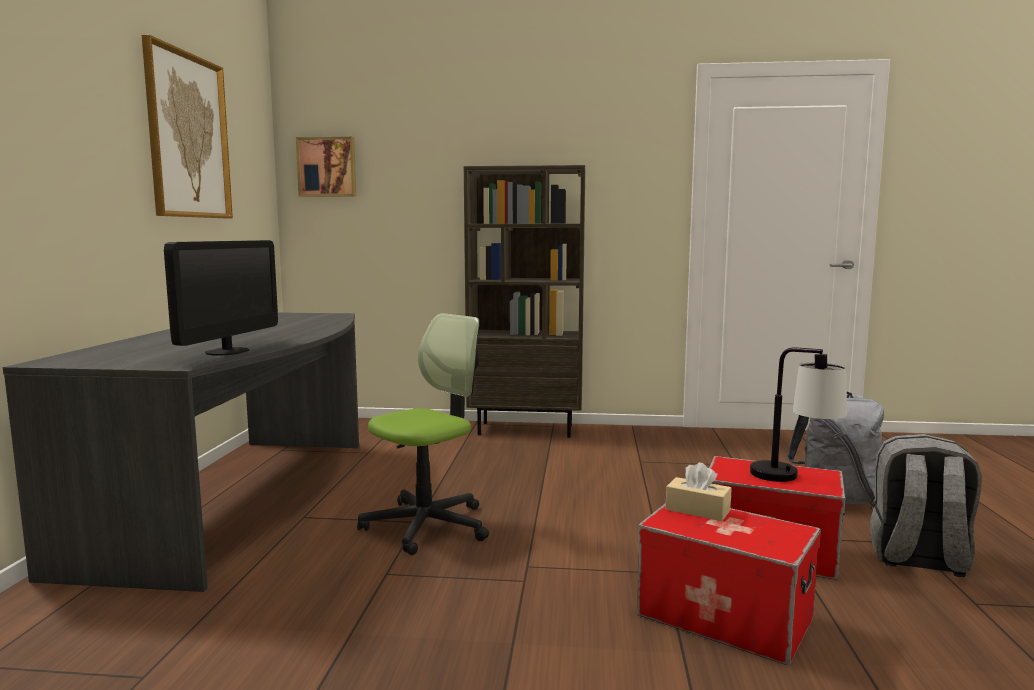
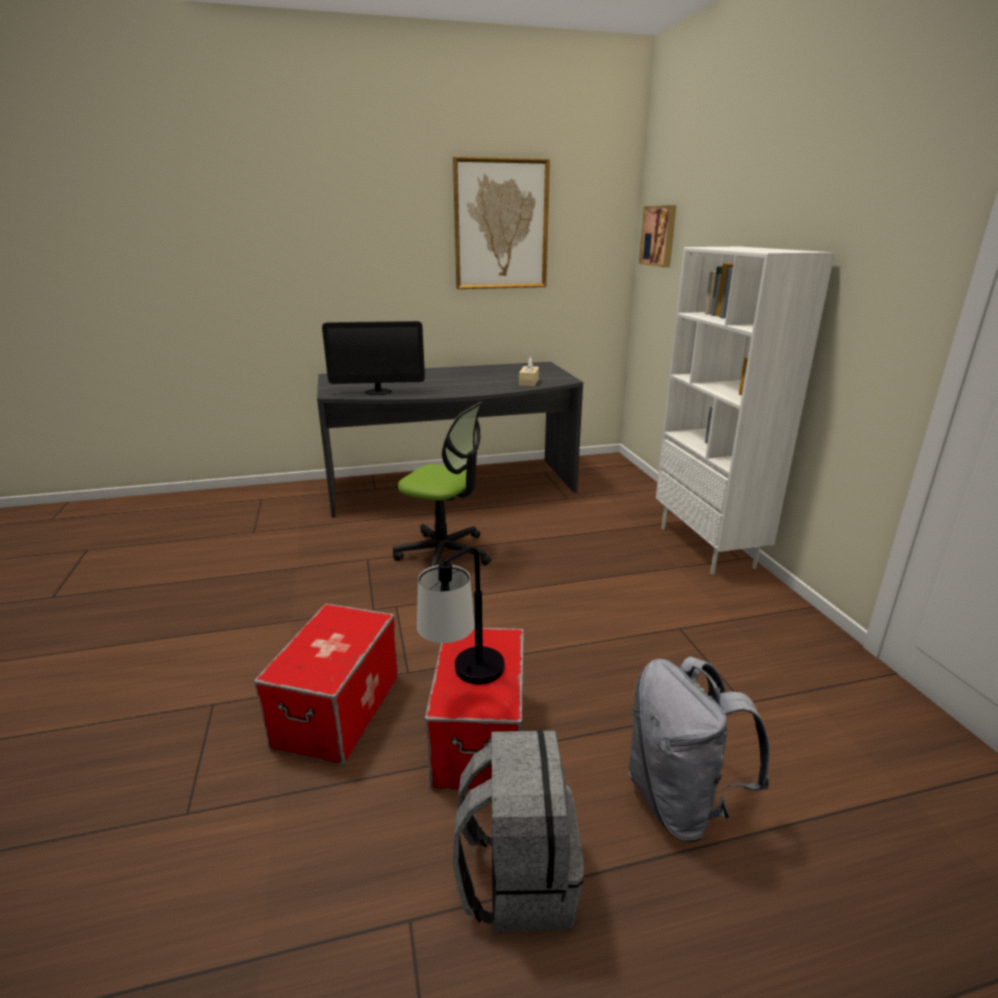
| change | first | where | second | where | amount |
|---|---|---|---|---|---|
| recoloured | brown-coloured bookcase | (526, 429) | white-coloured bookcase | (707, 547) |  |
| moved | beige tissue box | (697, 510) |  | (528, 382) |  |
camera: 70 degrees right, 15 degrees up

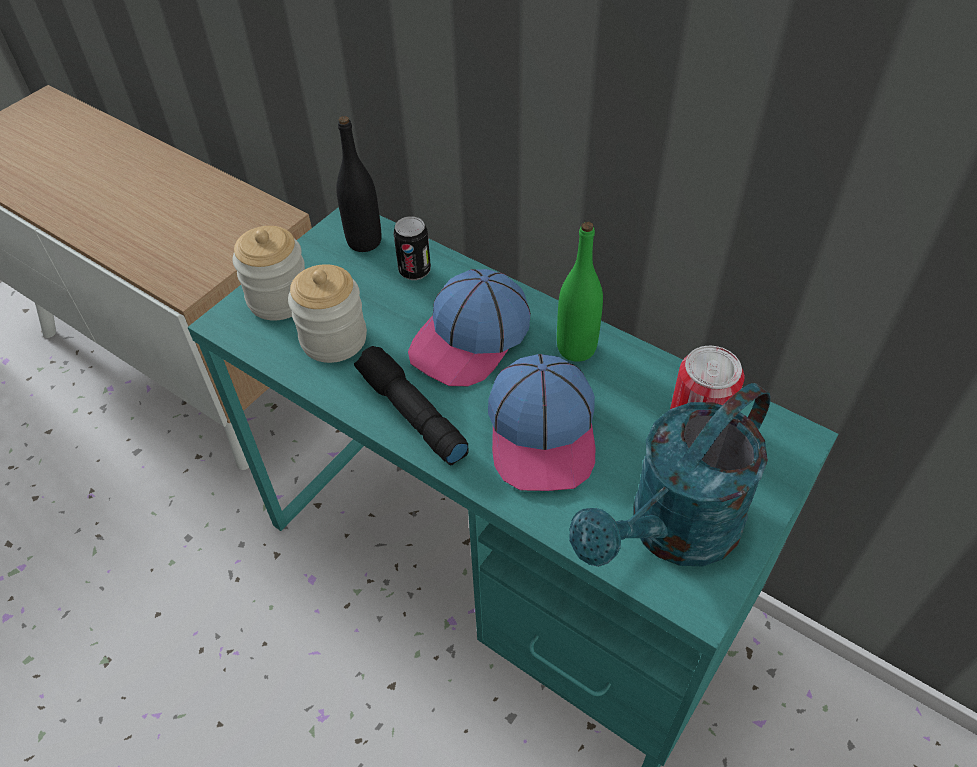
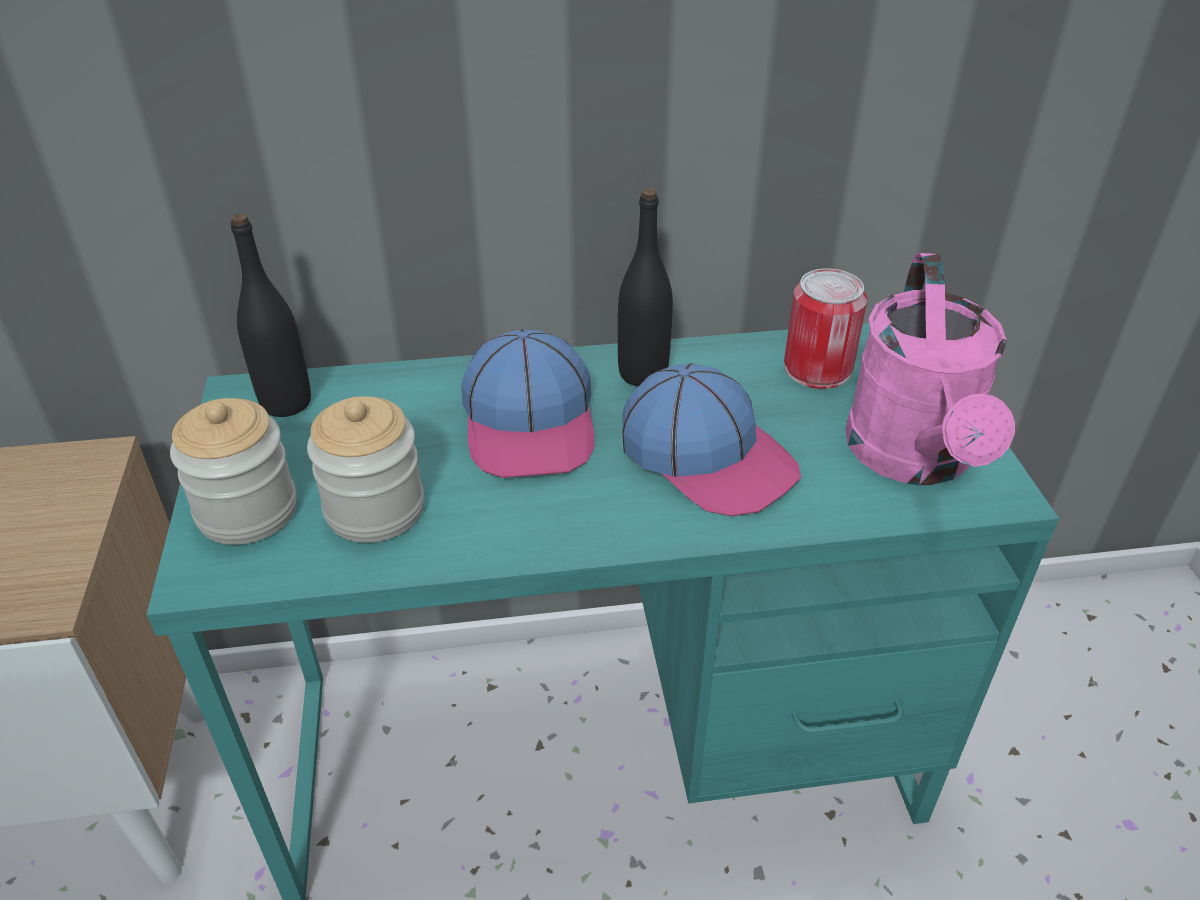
| change | first | where | second | where | amount |
|---|---|---|---|---|---|
| removed | metal can | (414, 271) |  |  |  |
| recoloured | greenish drink bottle | (576, 348) | black-coloured drink bottle | (643, 374) |  |
| removed | black-coloured torch | (410, 413) |  |  |  |
| recoloured | turquoise watering pot | (672, 532) | pinkish watering pot | (914, 460) |  |
camera: 45 degrees left, 10 degrees down

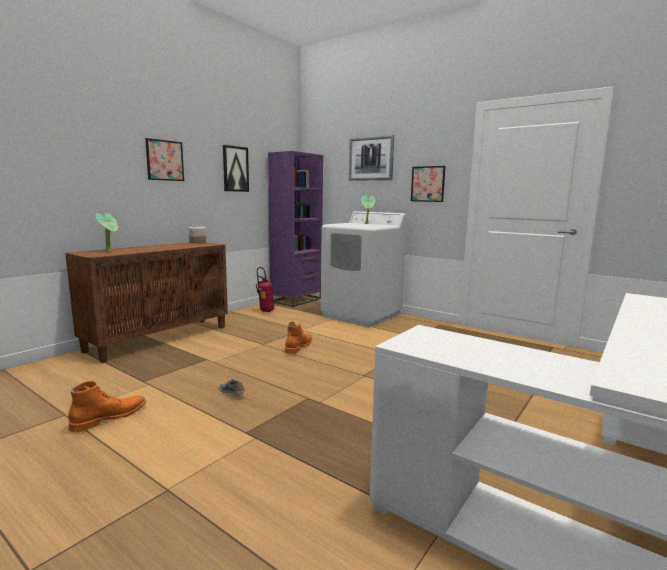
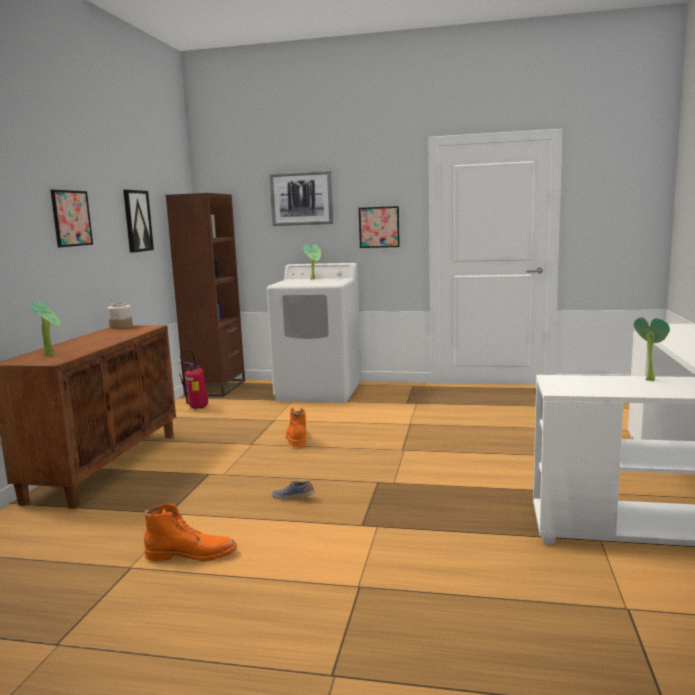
| change | first | where | second | where | amount |
|---|---|---|---|---|---|
| recoloured | purplish bookcase | (296, 300) | brown-coloured bookcase | (216, 388) |  |
| turned | orange boot | (109, 417) |  | (192, 554) | 75 degrees clockwise |
| added |  |  | houseplant | (648, 379) |  |
camera: 25 degrees left, 0 degrees up

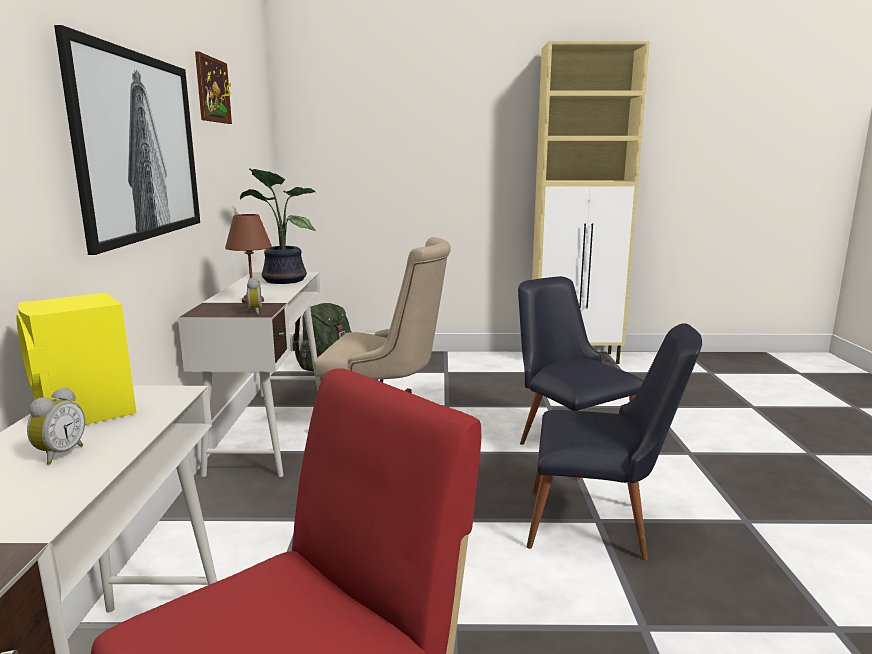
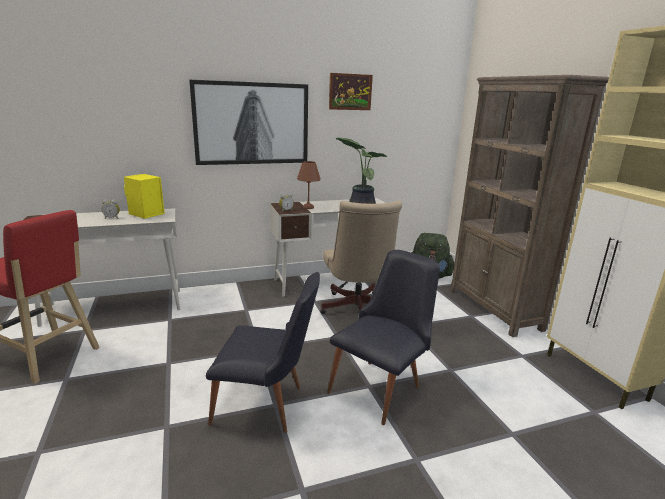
| change | first | where | second | where | amount |
|---|---|---|---|---|---|
| turned | black-coloured chair | (600, 527) |  | (267, 406) | 75 degrees counterclockwise |
| added |  |  | brown-coloured bookcase | (494, 309) |  |
camera: 70 degrees right, 5 degrees up

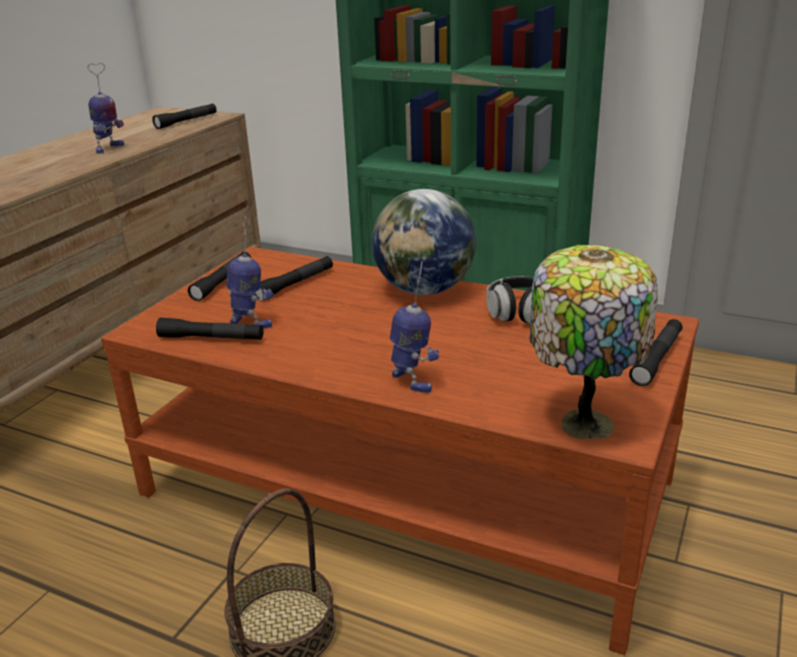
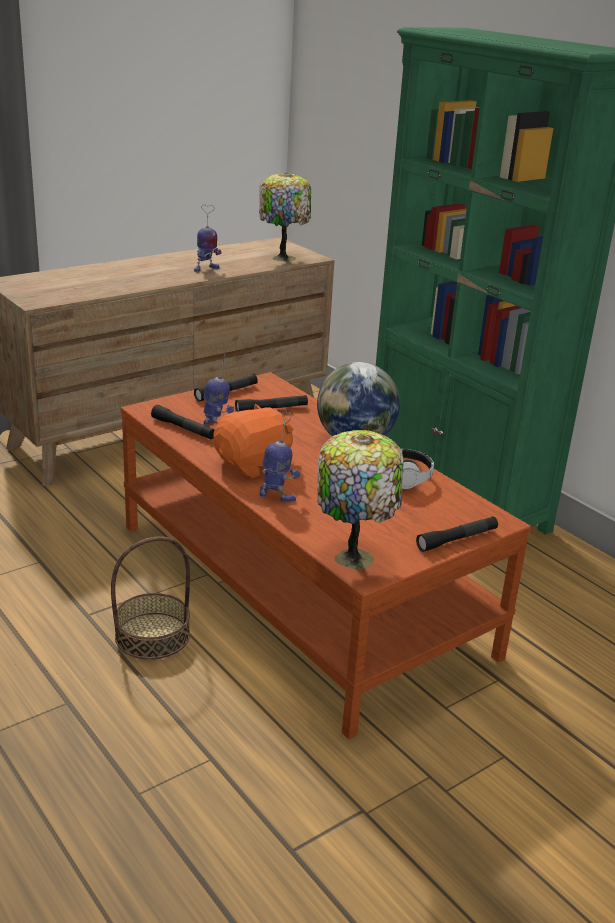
| change | first | where | second | where | amount |
|---|---|---|---|---|---|
| replaced | black-coloured torch | (186, 121) | tabletop lamp | (283, 257) |  |
| turned | model robot | (412, 381) |  | (277, 496) | 60 degrees counterclockwise |
| added |  |  | orange soft toy | (254, 464) |  |
camera: 25 degrees right, 0 degrees up

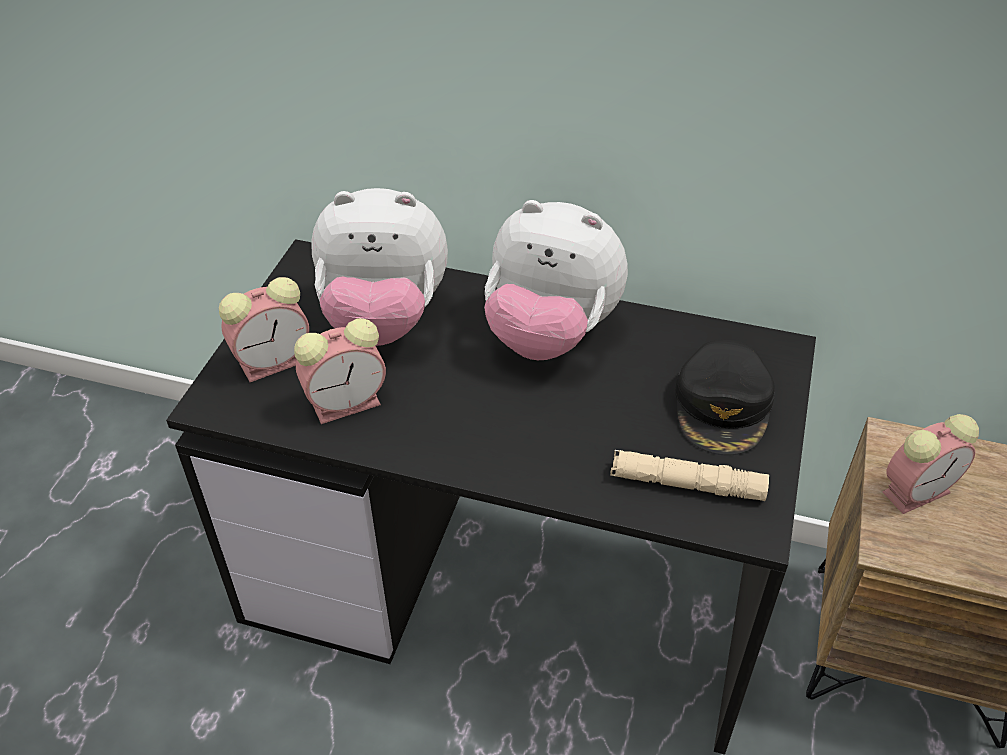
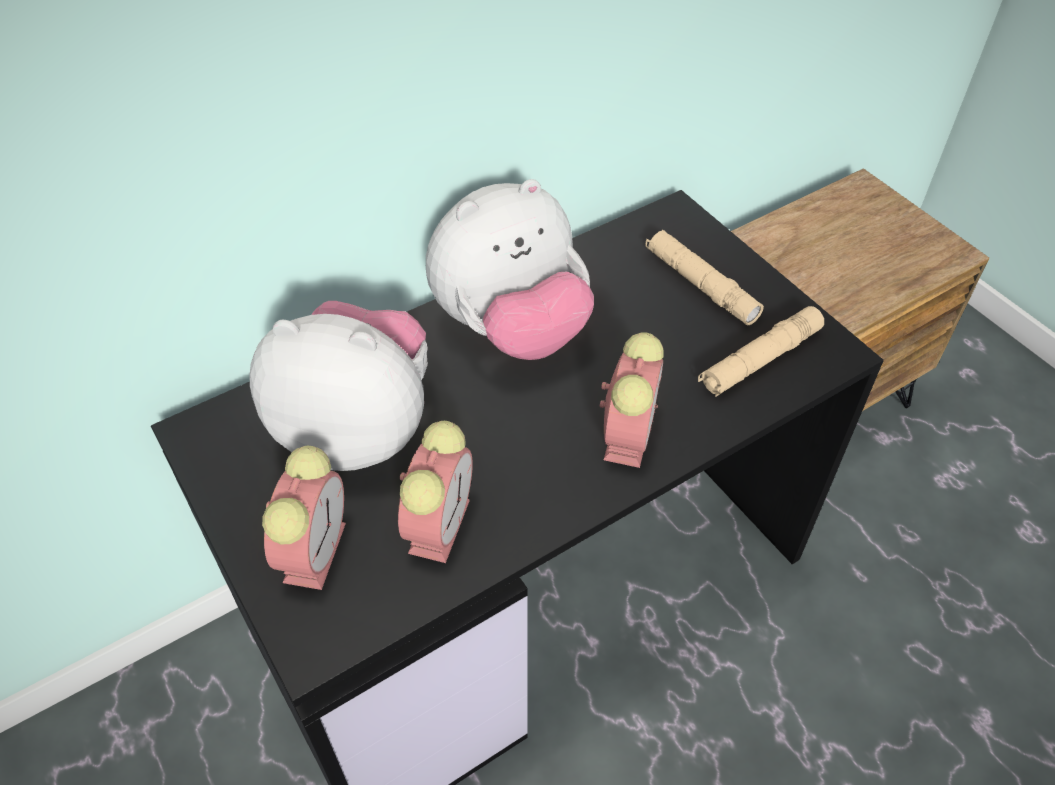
| change | first | where | second | where | amount |
|---|---|---|---|---|---|
| turned | soft toy | (384, 320) |  | (358, 428) | 120 degrees counterclockwise |
| replaced | black-coloured peaked cap | (723, 406) | beige torch | (700, 285) |  |
| moved | alarm clock | (917, 490) |  | (628, 433) |  |
camera: 50 degrees left, 5 degrees up

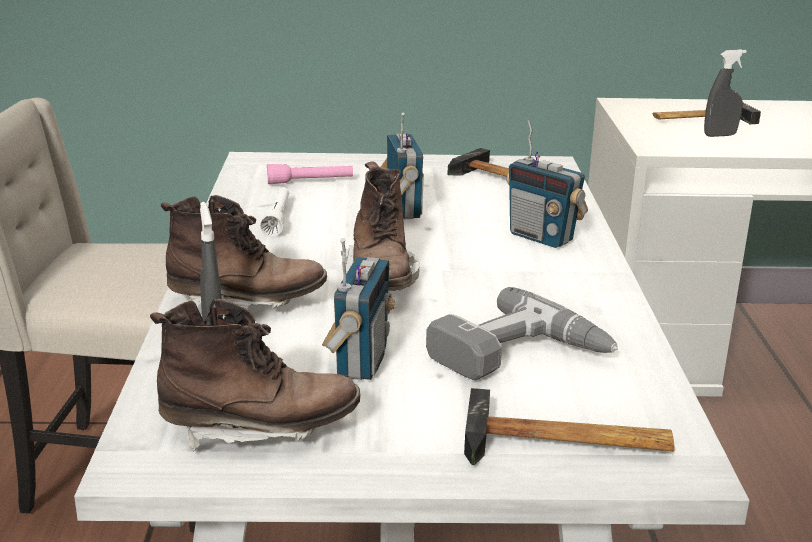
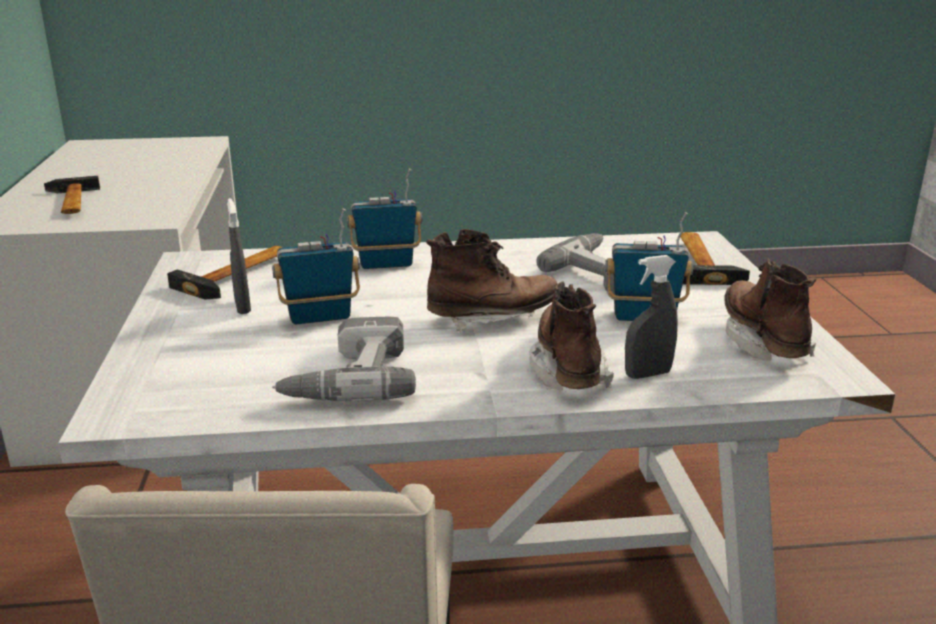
| change | first | where | second | where | amount |
|---|---|---|---|---|---|
| moved | greyish sprayer | (720, 135) |  | (242, 307) |  |
| turned | radio set | (541, 237) |  | (386, 264) | 135 degrees counterclockwise |
| removed | pinkish torch | (310, 182) |  |  |  |
| replaced | white-coloured torch | (278, 219) | drill | (347, 376) |  |
camera: 95 degrees left, 0 degrees up

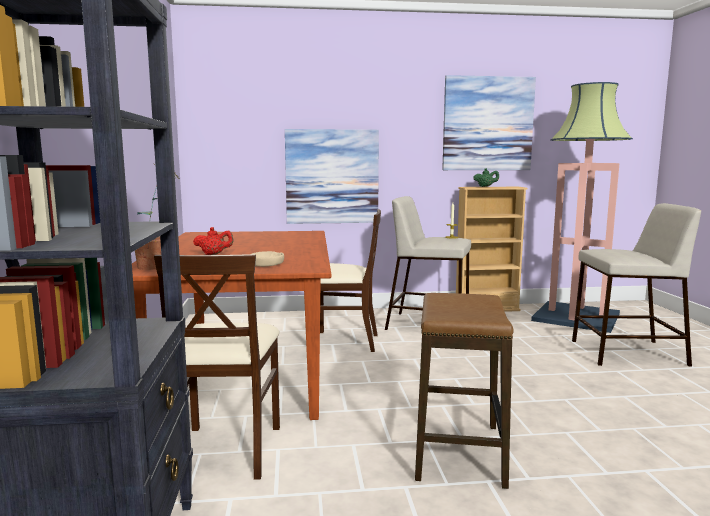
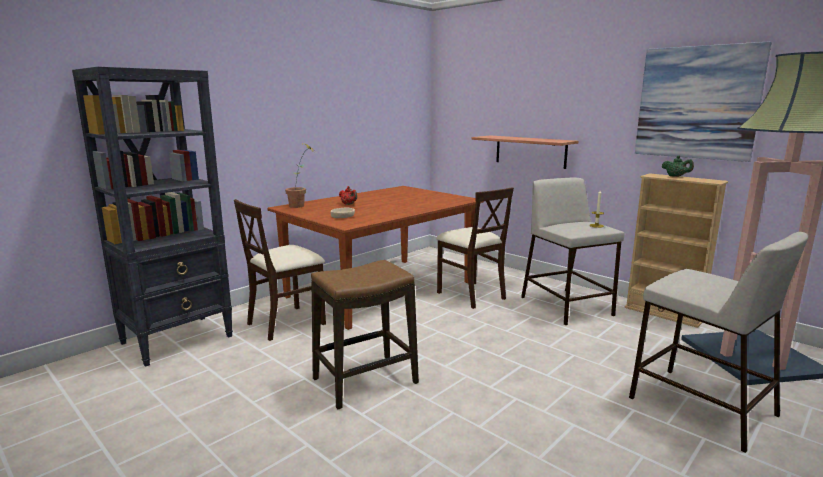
| change | first | where | second | where | amount |
|---|---|---|---|---|---|
| replaced | picture | (332, 176) | shelf | (530, 151) |  |
camera: 50 degrees right, 5 degrees up

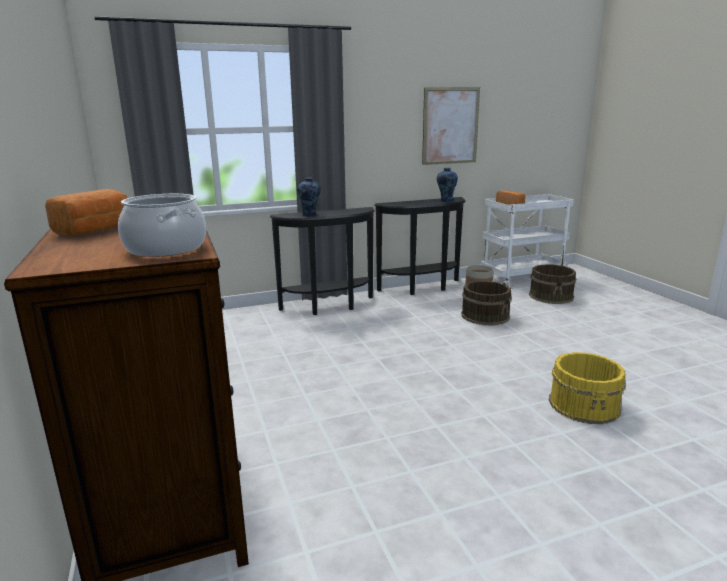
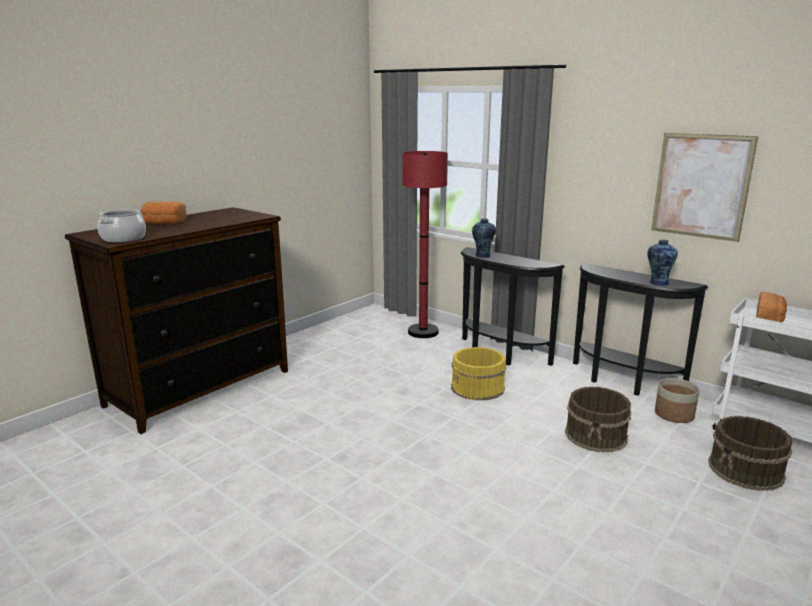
| change | first | where | second | where | amount |
|---|---|---|---|---|---|
| moved | yellow-coloured bucket | (584, 405) |  | (478, 388) |  |
| added |  |  | red standing lamp | (423, 332) |  |
camera: 60 degrees right, 0 degrees up

